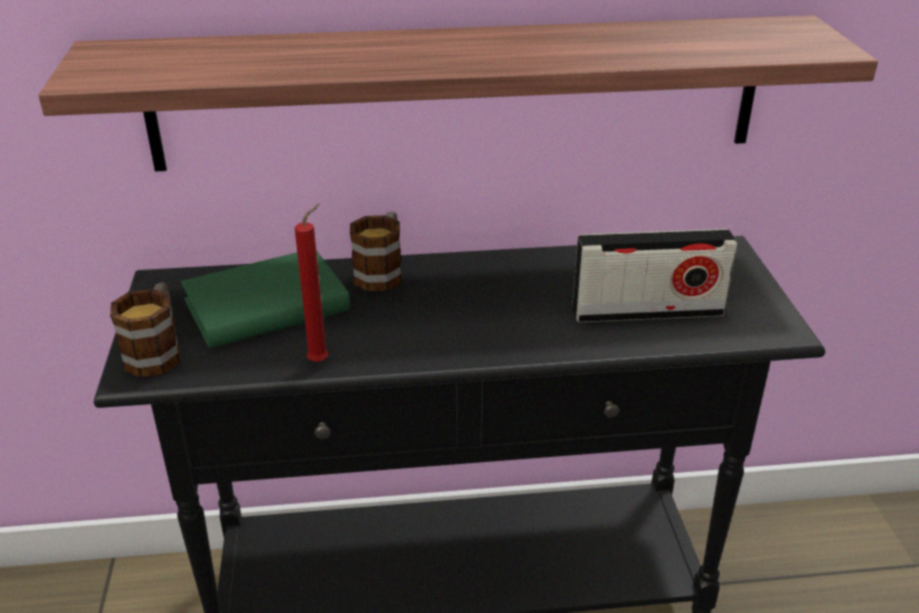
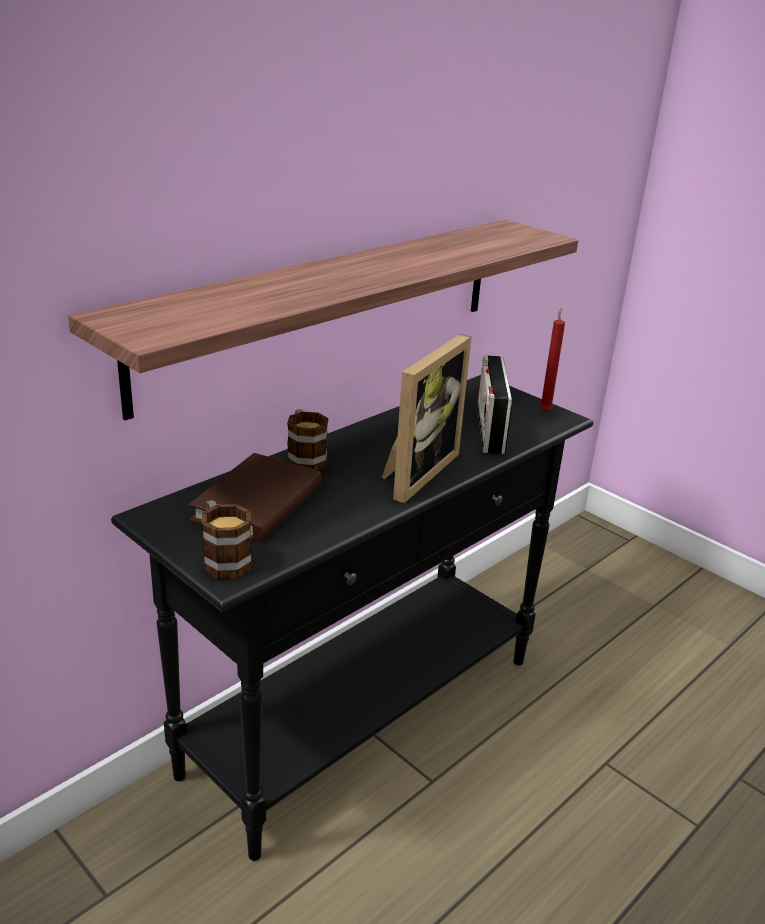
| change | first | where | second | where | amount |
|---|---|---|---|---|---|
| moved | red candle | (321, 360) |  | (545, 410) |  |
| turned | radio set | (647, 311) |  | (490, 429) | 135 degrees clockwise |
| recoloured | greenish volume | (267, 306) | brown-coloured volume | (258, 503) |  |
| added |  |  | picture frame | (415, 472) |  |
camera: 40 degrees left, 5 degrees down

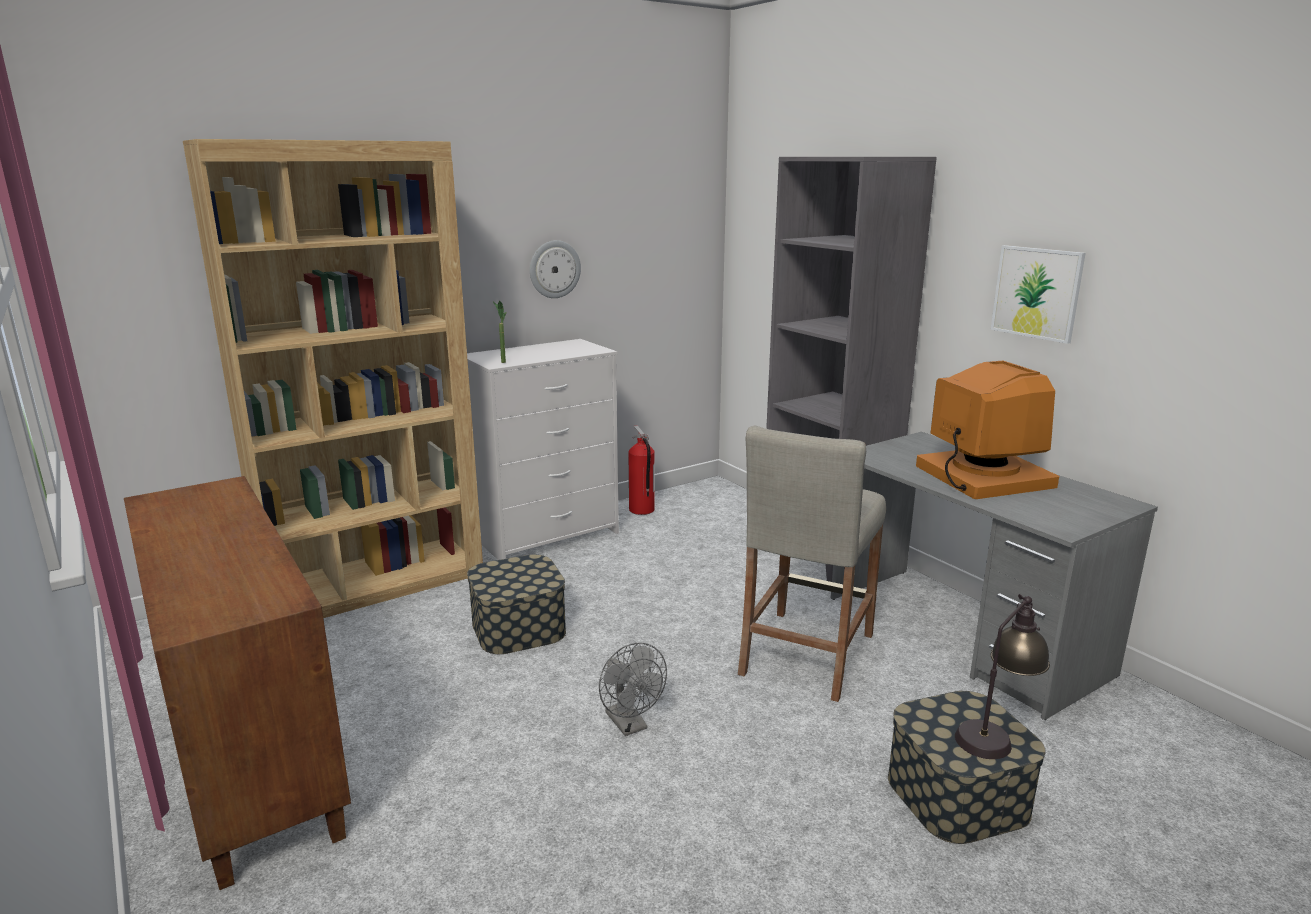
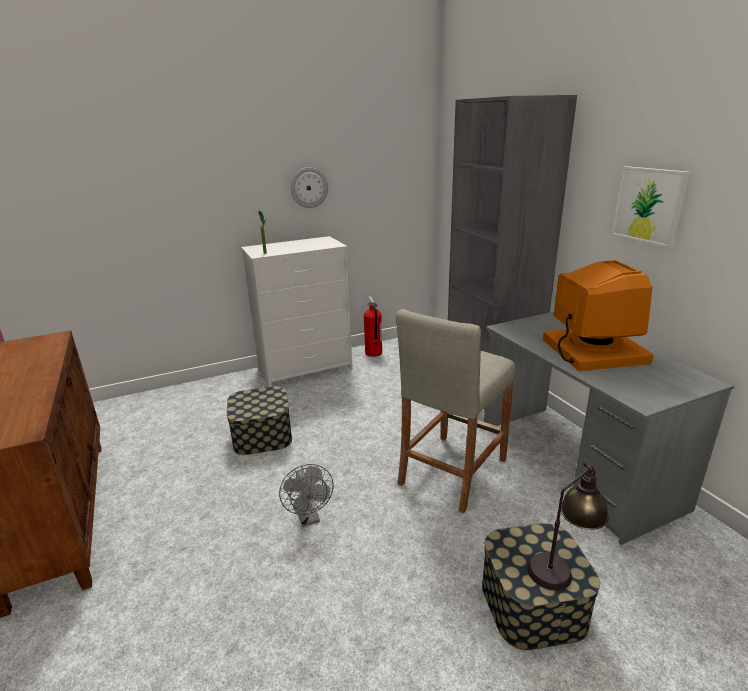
| change | first | where | second | where | amount |
|---|---|---|---|---|---|
| removed | brown-coloured bookcase | (376, 584) |  |  |  |
camera: 10 degrees right, 5 degrees up

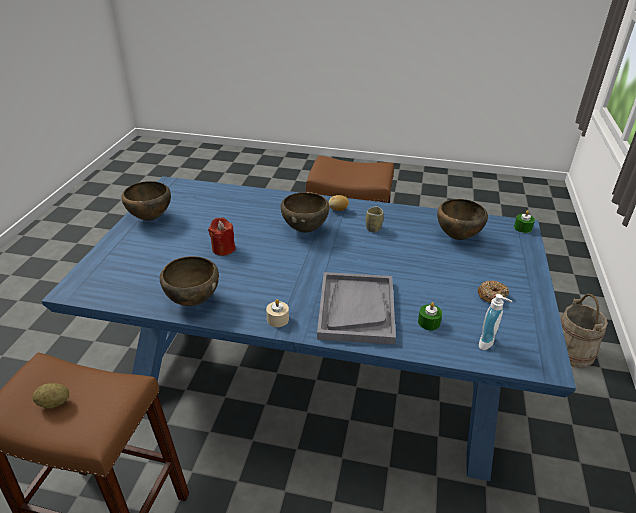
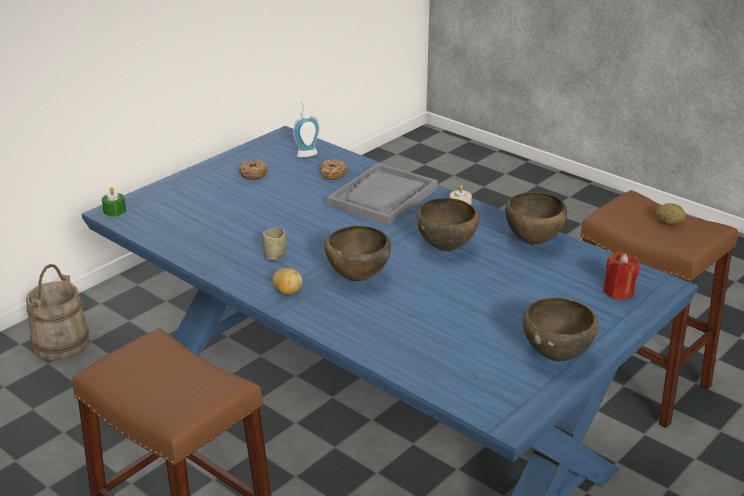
| change | first | where | second | where | amount |
|---|---|---|---|---|---|
| moved | brown-coloured bowl | (457, 237) |  | (446, 248) |  |
| moved | red candle | (223, 249) |  | (618, 291) |  |
| replaced | greenish candle | (429, 322) | doughnut | (333, 174) |  |
camera: 150 degrees left, 5 degrees down

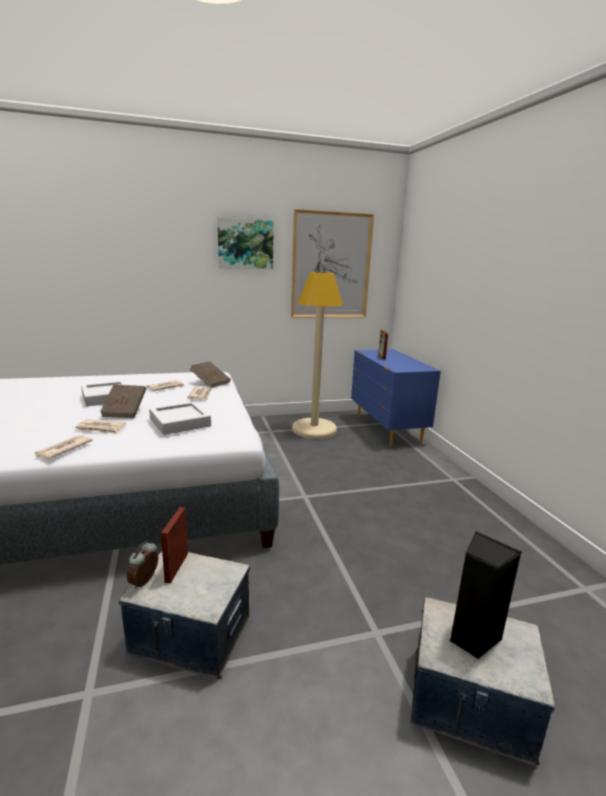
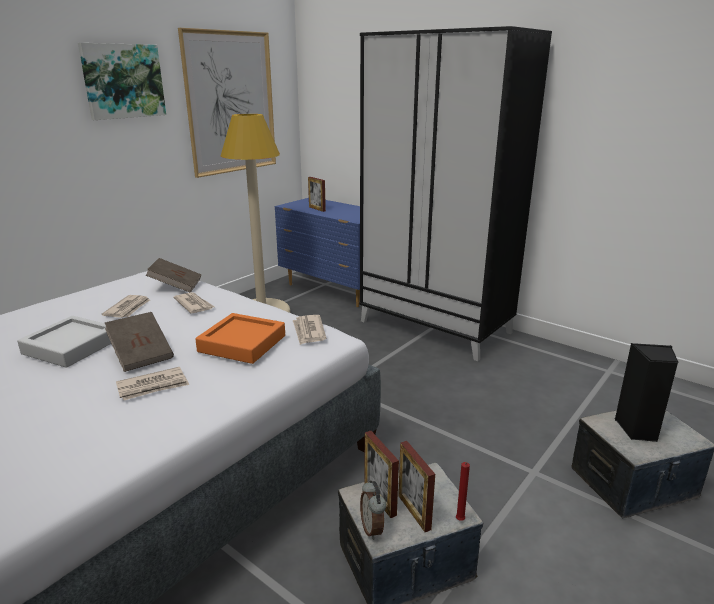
| change | first | where | second | where | amount |
|---|---|---|---|---|---|
| recoloured | greyish carrying tray | (180, 422) | orange carrying tray | (242, 344) |  |
| moved | printed paper | (63, 449) |  | (308, 331) |  |
| added |  |  | black-coloured wardrobe | (436, 327) |  |
| added |  |  | picture frame | (414, 512) |  |
| added |  |  | red candle | (459, 521) |  |
camera: 35 degrees left, 5 degrees up

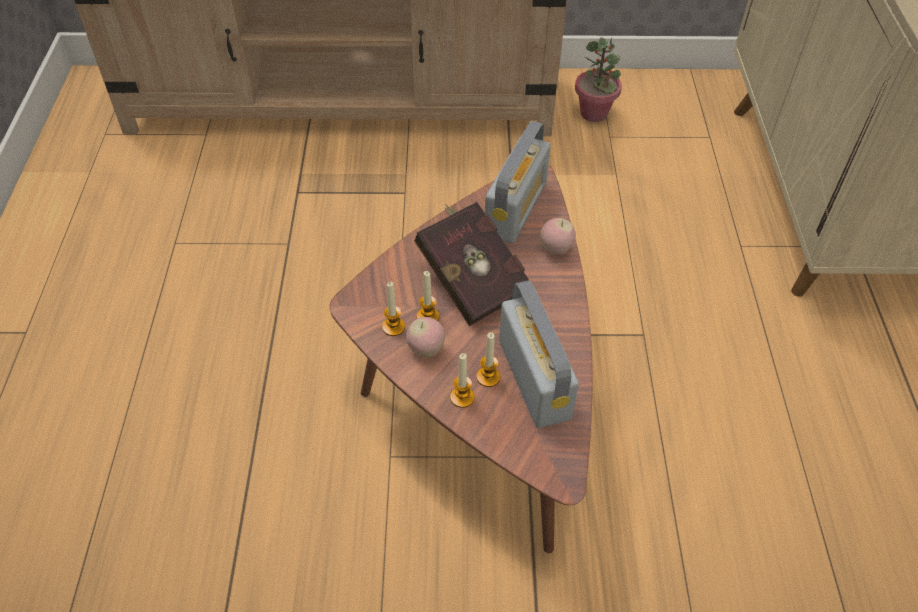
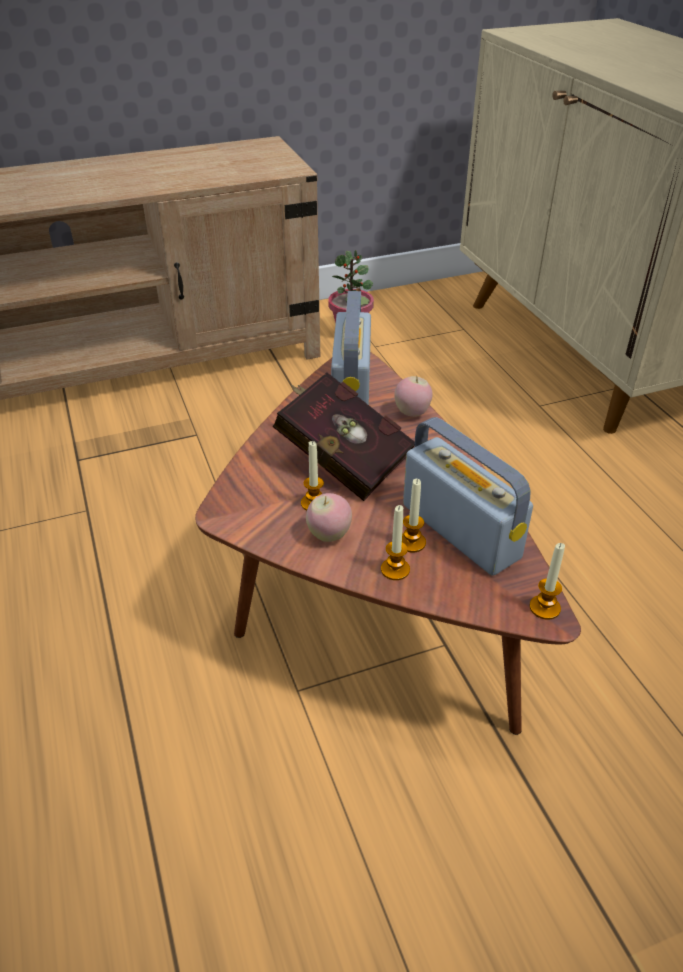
| change | first | where | second | where | amount |
|---|---|---|---|---|---|
| moved | candle | (393, 327) |  | (544, 608) |  |
camera: 20 degrees left, 10 degrees down

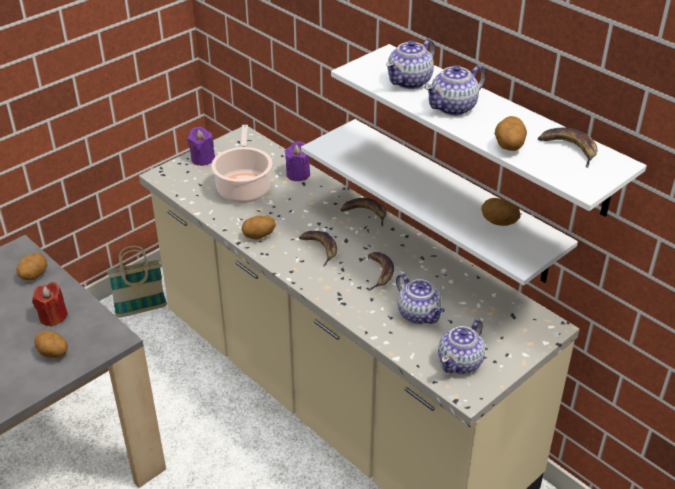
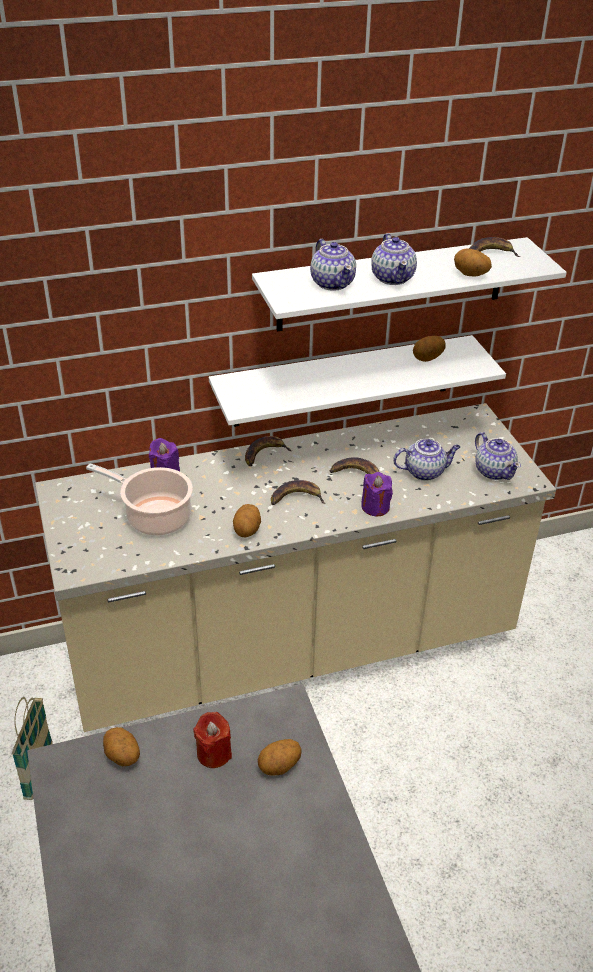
| change | first | where | second | where | amount |
|---|---|---|---|---|---|
| moved | purplish candle | (202, 159) |  | (375, 507) |  |
camera: 65 degrees left, 0 degrees up

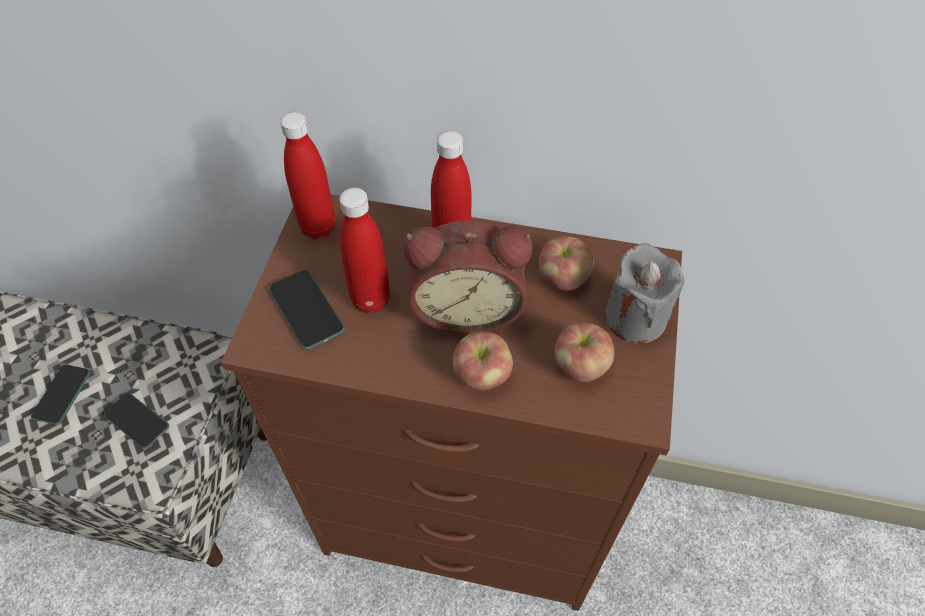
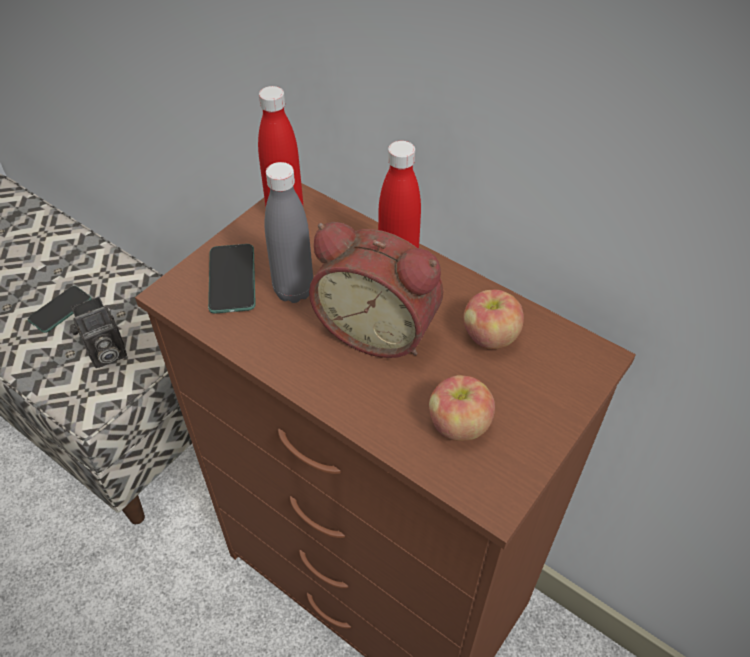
| change | first | where | second | where | amount |
|---|---|---|---|---|---|
| recoloured | red drink bottle | (370, 299) | greyish drink bottle | (293, 290) |  |
| removed | greyish candle | (635, 318) |  |  |  |
| removed | whole apple | (482, 375) |  |  |  |
| replaced | handset | (137, 421) | photo camera | (105, 354) |  |
camera: 25 degrees right, 5 degrees down

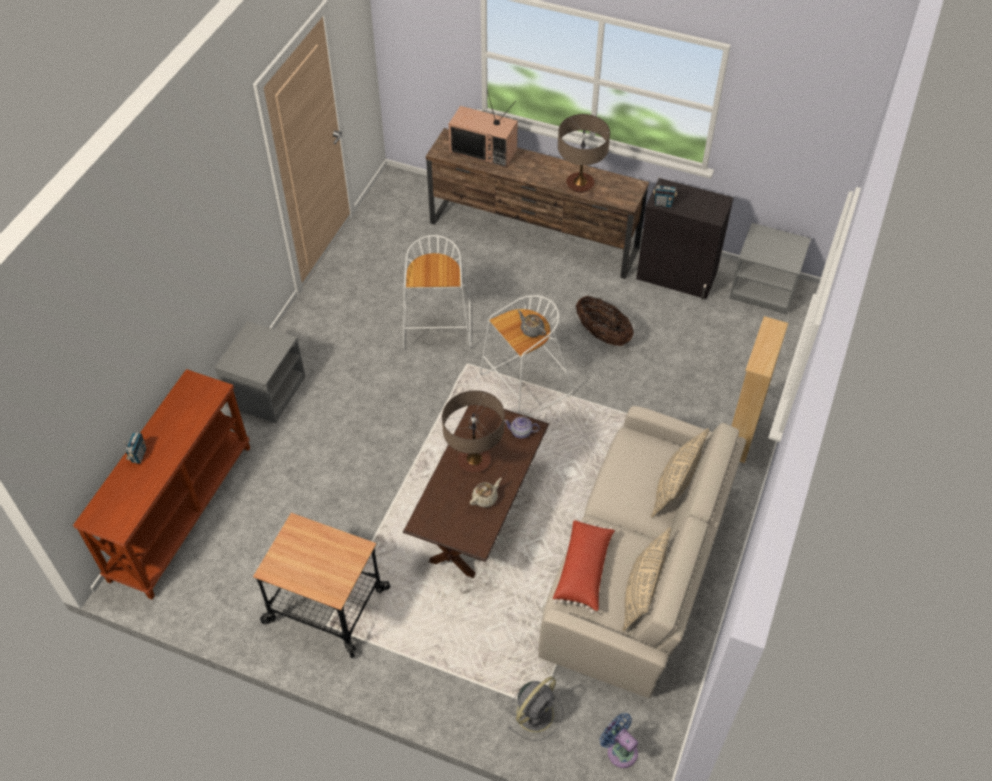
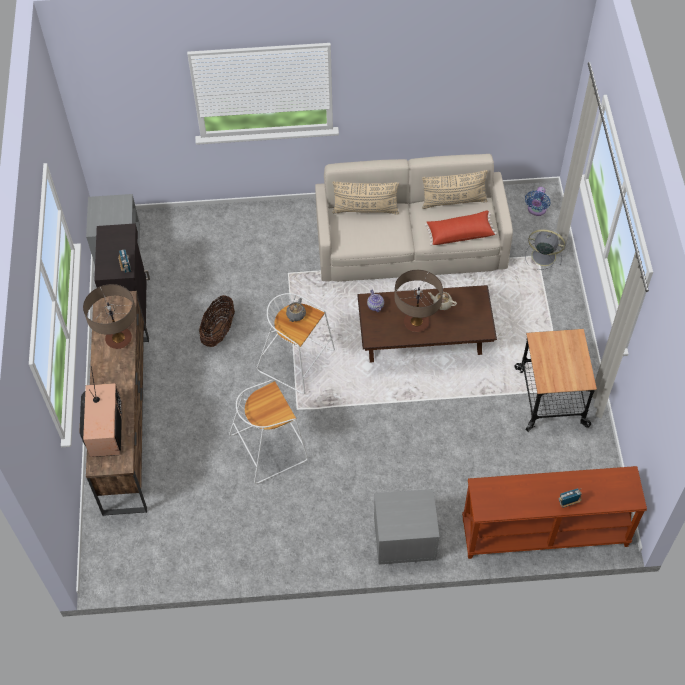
| change | first | where | second | where | amount |
|---|---|---|---|---|---|
| removed | beige bookcase | (742, 433) |  |  |  |
camera: 115 degrees left, 5 degrees up

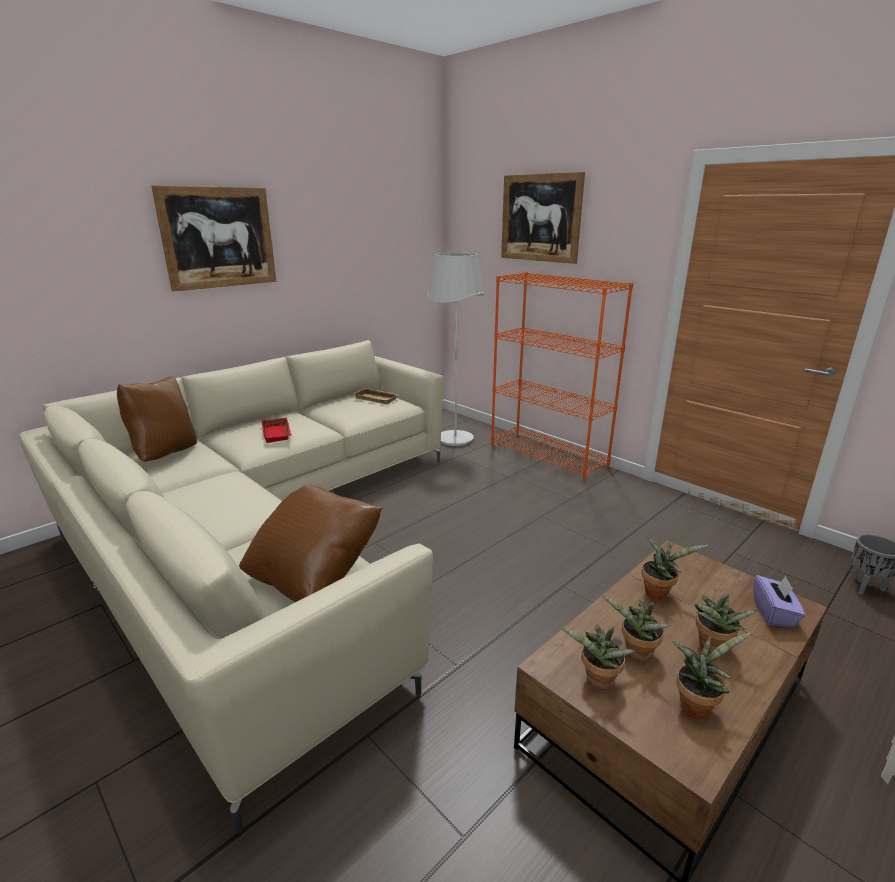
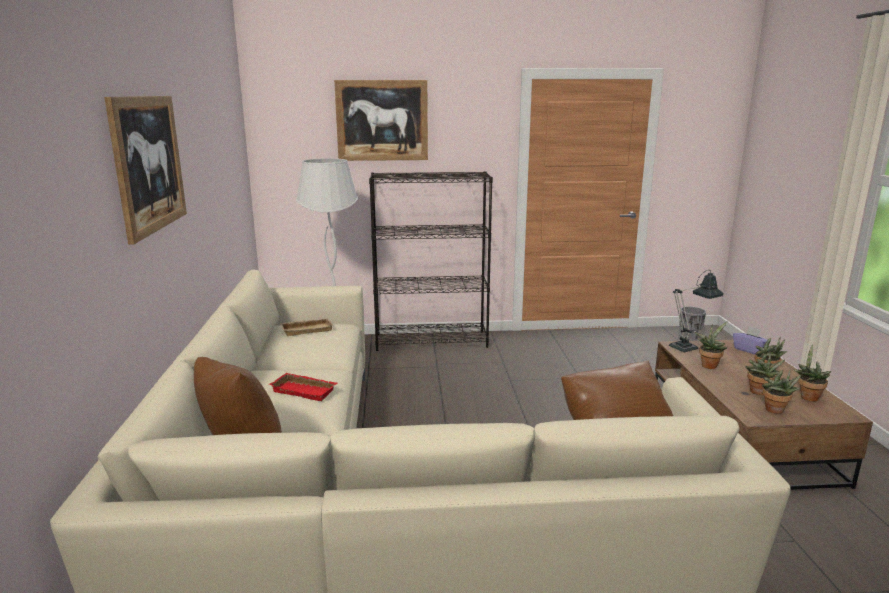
| change | first | where | second | where | amount |
|---|---|---|---|---|---|
| recoloured | orange bookcase | (548, 456) | black-coloured bookcase | (432, 340) |  |
| added |  |  | tabletop lamp | (687, 347) |  |
camera: 50 degrees left, 5 degrees down

